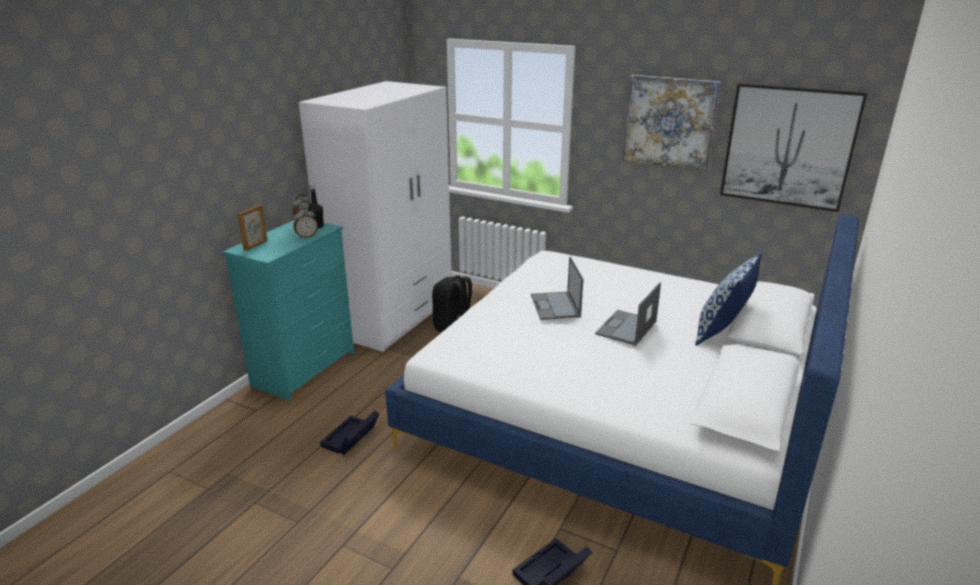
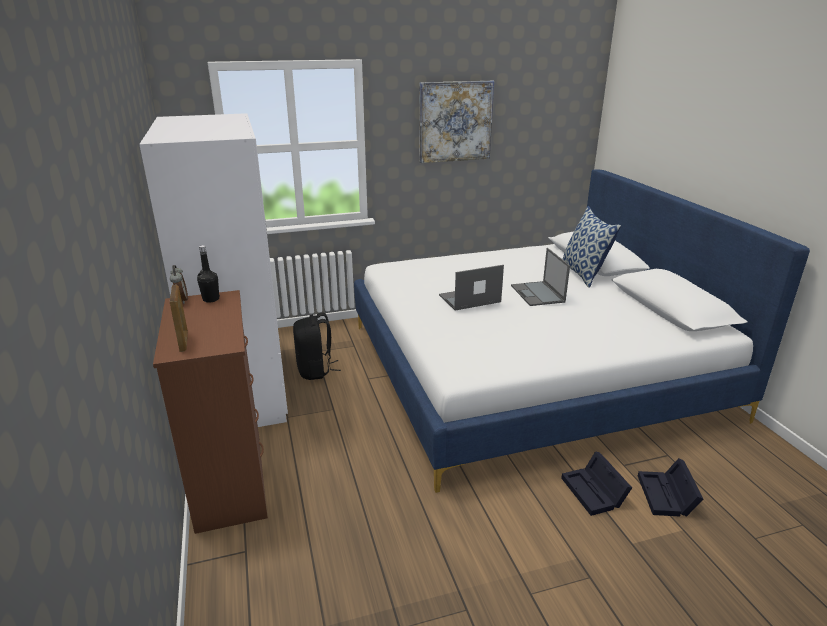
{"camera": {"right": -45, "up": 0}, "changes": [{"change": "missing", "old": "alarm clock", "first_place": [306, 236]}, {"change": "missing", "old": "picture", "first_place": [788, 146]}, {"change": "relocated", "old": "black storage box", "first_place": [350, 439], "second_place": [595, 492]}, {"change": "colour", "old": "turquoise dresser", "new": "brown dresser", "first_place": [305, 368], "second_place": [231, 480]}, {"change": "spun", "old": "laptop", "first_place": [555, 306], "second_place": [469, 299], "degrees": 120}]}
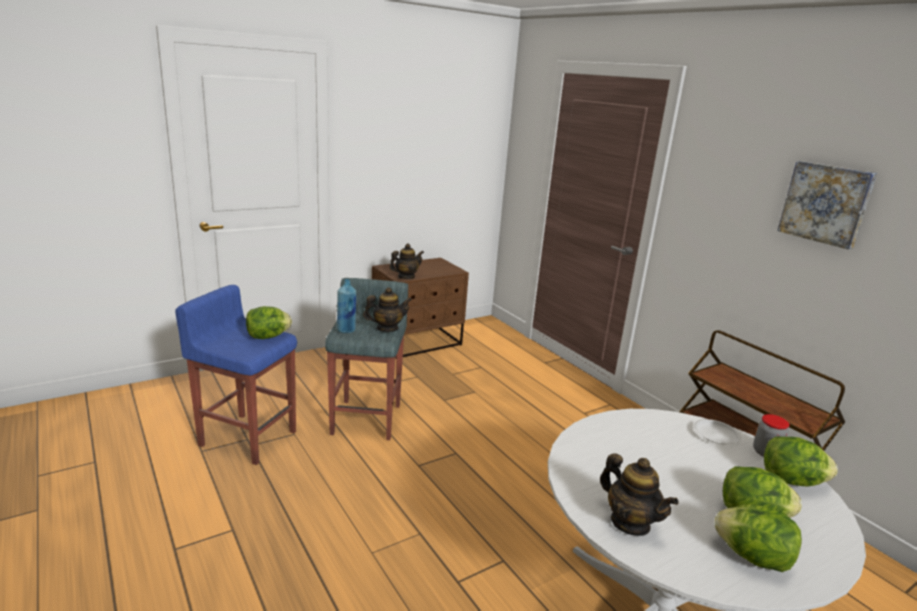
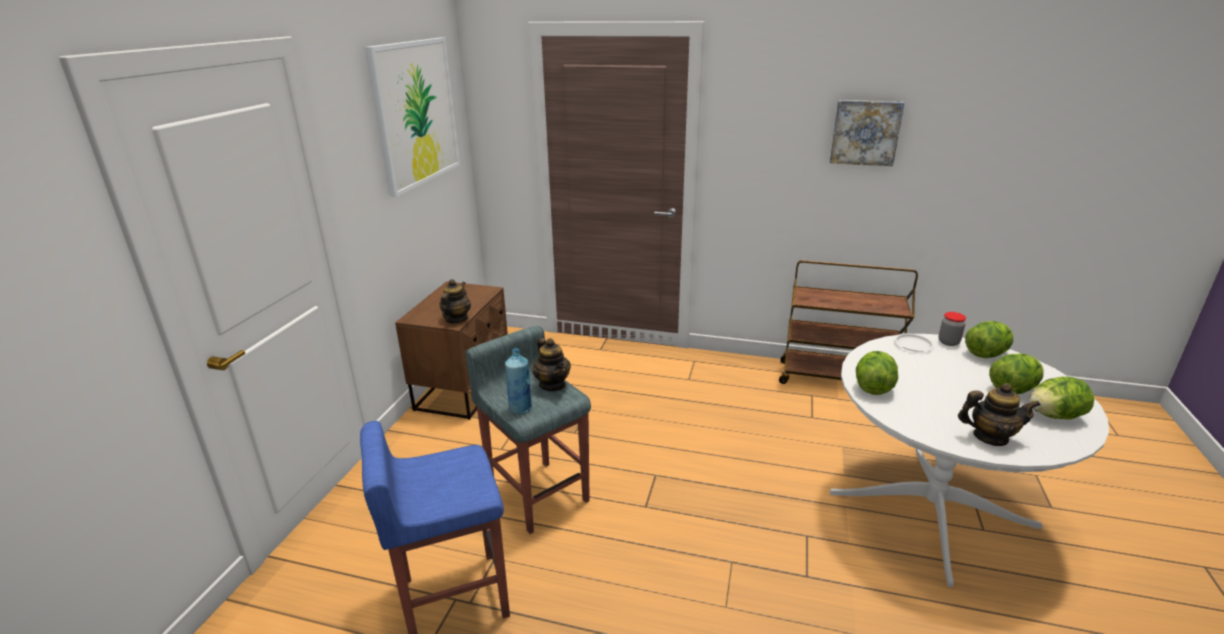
{"camera": {"right": -40, "up": 5}, "changes": [{"change": "appeared", "new": "picture", "second_place": [415, 113]}, {"change": "relocated", "old": "lettuce", "first_place": [268, 337], "second_place": [873, 387]}, {"change": "spun", "old": "teapot", "first_place": [387, 328], "second_place": [552, 385], "degrees": 120}]}
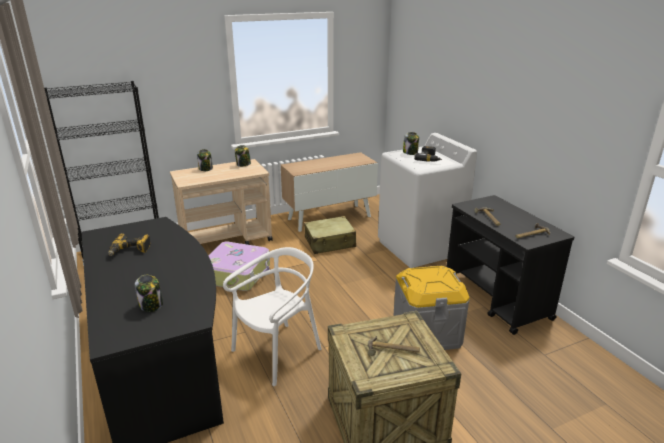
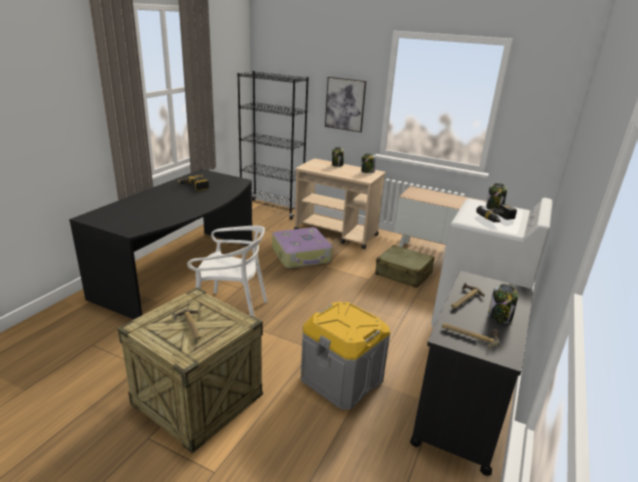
{"camera": {"right": 50, "up": 0}, "changes": [{"change": "appeared", "new": "picture", "second_place": [345, 104]}, {"change": "relocated", "old": "jar", "first_place": [151, 305], "second_place": [500, 316]}]}
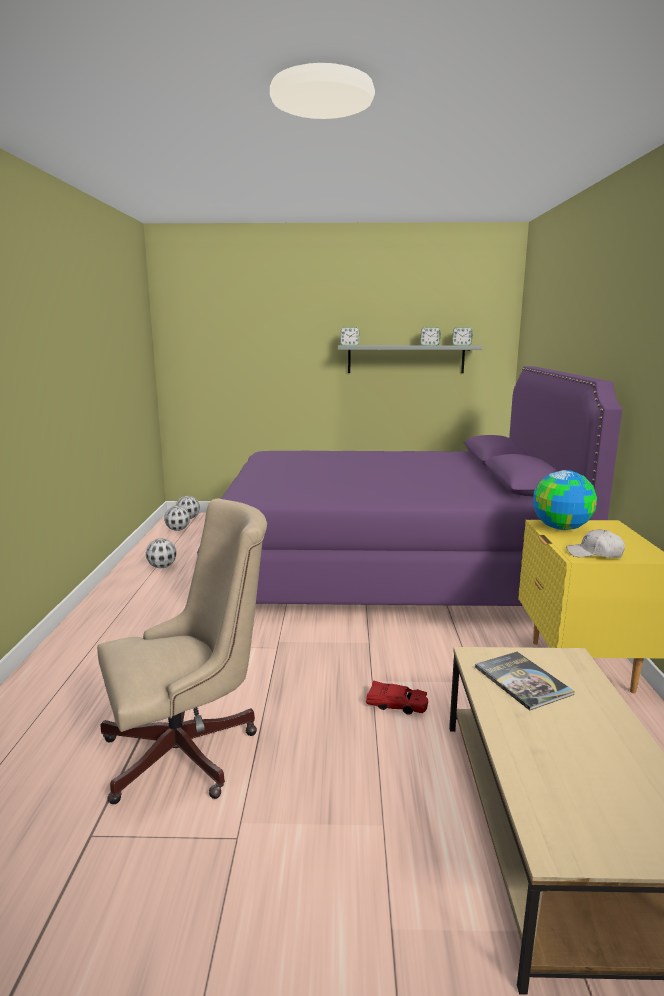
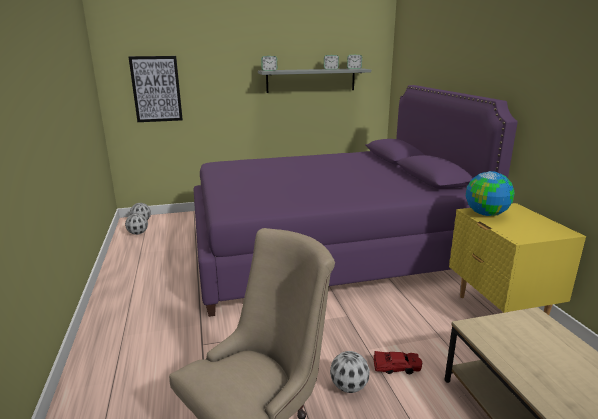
{"camera": {"right": -15, "up": 5}, "changes": [{"change": "missing", "old": "book", "first_place": [522, 681]}, {"change": "missing", "old": "white cap", "first_place": [594, 554]}, {"change": "appeared", "new": "picture", "second_place": [156, 89]}, {"change": "relocated", "old": "football", "first_place": [162, 567], "second_place": [349, 387]}]}
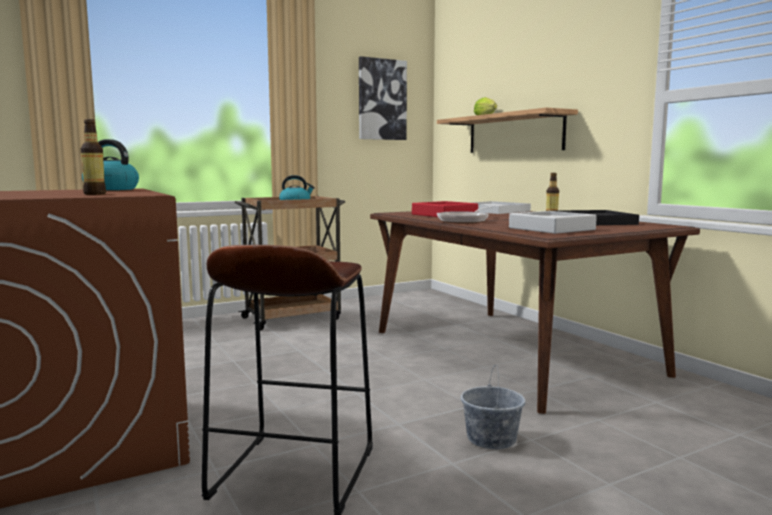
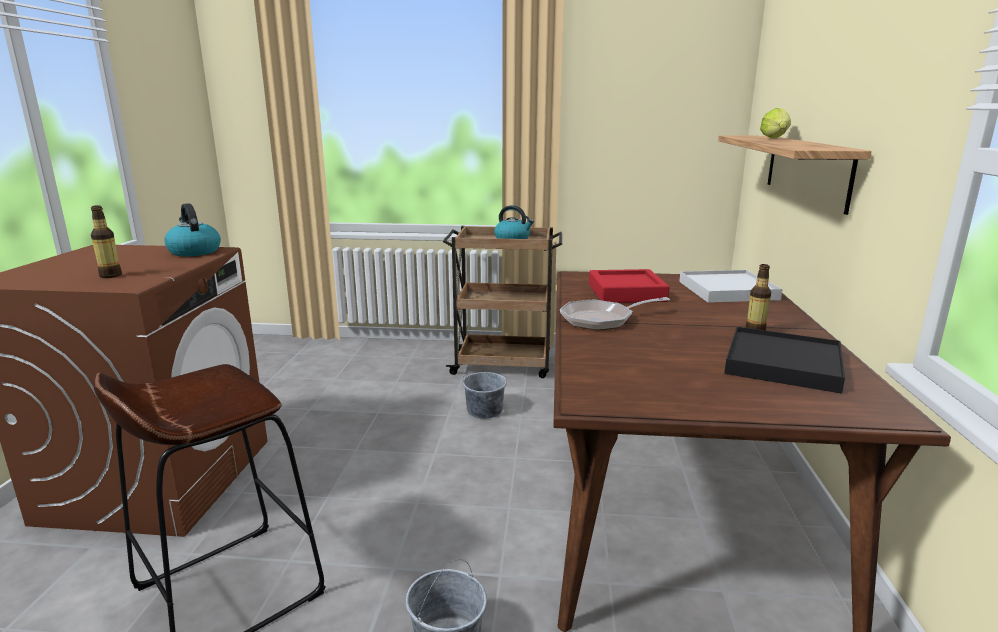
{"camera": {"right": 35, "up": 10}, "changes": [{"change": "missing", "old": "picture", "first_place": [381, 99]}, {"change": "missing", "old": "grey tray", "first_place": [551, 229]}, {"change": "appeared", "new": "grey bucket", "second_place": [484, 410]}]}
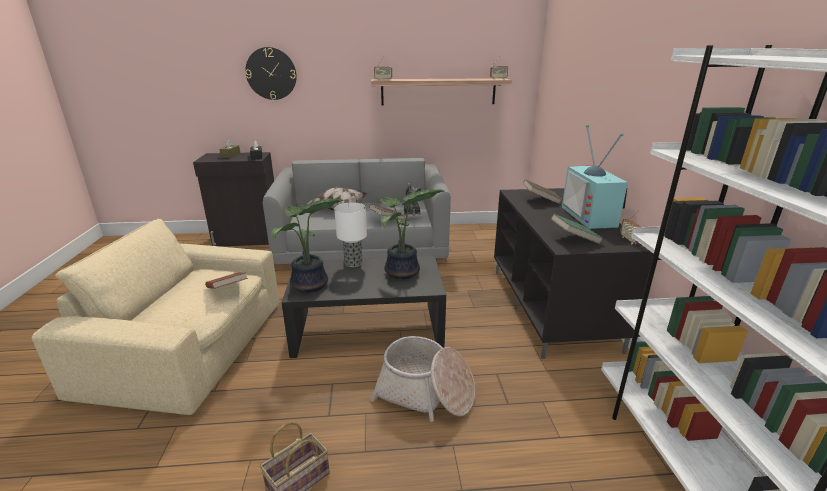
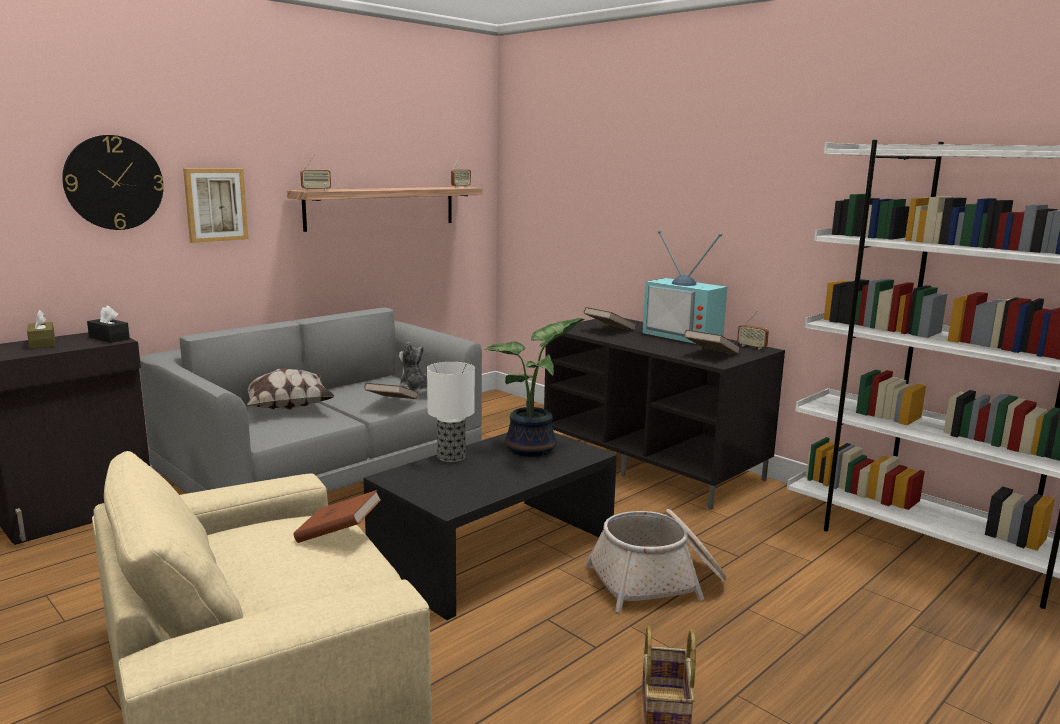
{"camera": {"right": -40, "up": -10}, "changes": [{"change": "missing", "old": "potted plant", "first_place": [310, 286]}, {"change": "appeared", "new": "picture", "second_place": [215, 205]}, {"change": "colour", "old": "green book", "new": "brown book", "first_place": [574, 239], "second_place": [711, 355]}]}
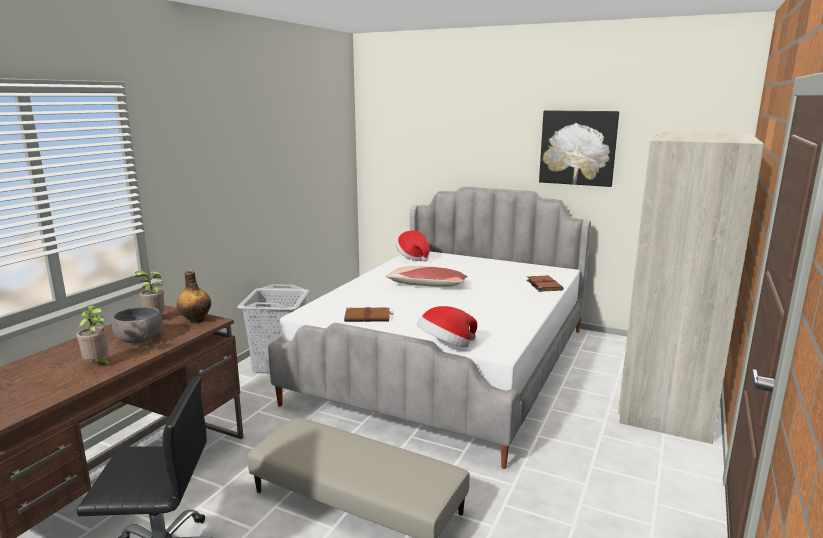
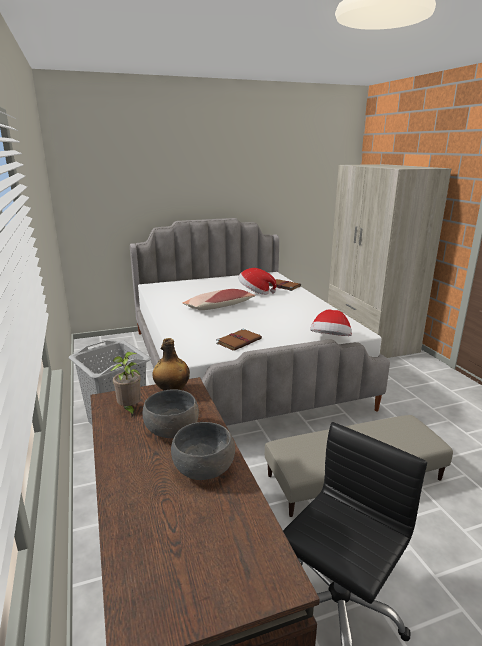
{"camera": {"right": -45, "up": 5}, "changes": [{"change": "missing", "old": "picture", "first_place": [578, 148]}, {"change": "relocated", "old": "hat", "first_place": [413, 257], "second_place": [255, 292]}, {"change": "exchanged", "old": "potted plant", "new": "grey bowl", "first_place": [98, 364], "second_place": [204, 469]}]}
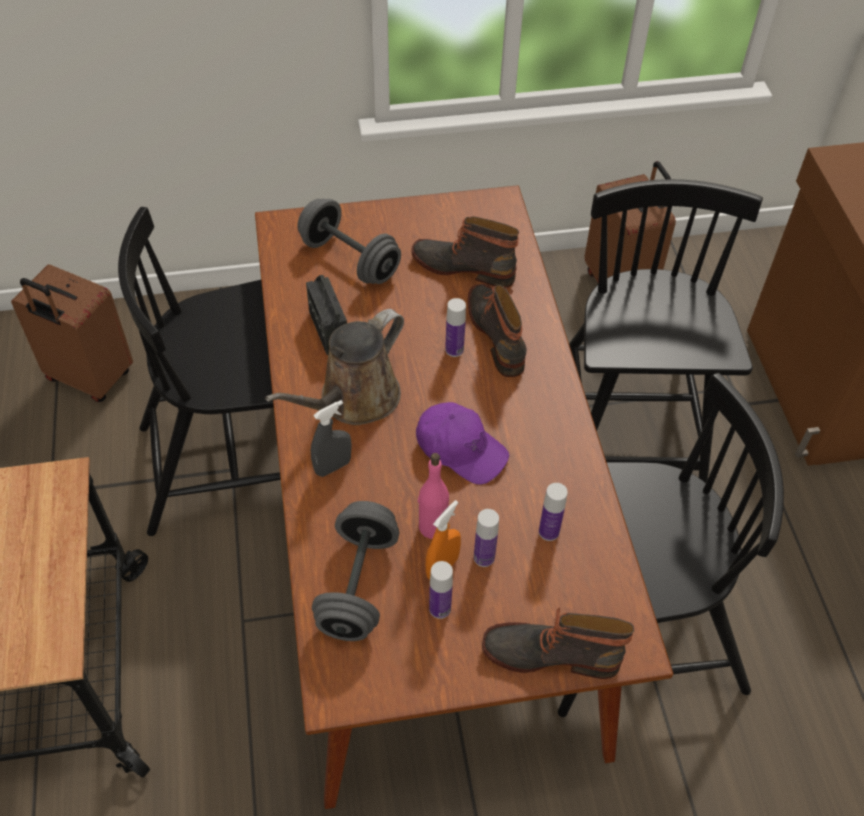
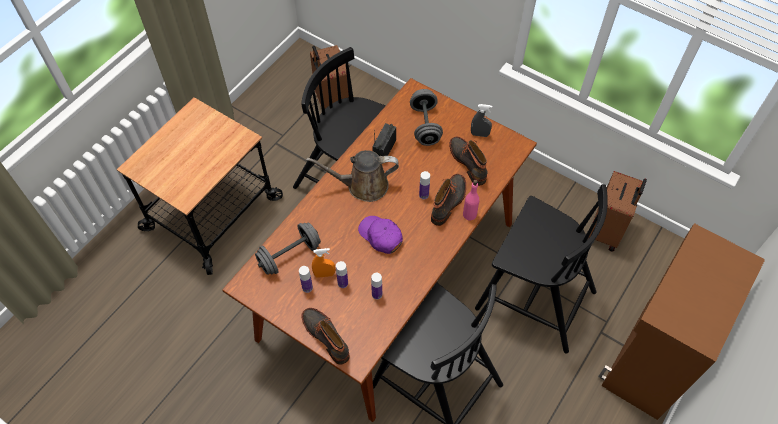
{"camera": {"right": 45, "up": 5}, "changes": [{"change": "relocated", "old": "grey spray bottle", "first_place": [333, 467], "second_place": [479, 134]}, {"change": "relocated", "old": "pink bottle", "first_place": [432, 526], "second_place": [469, 214]}, {"change": "spun", "old": "purple cap", "first_place": [460, 449], "second_place": [381, 236], "degrees": 150}, {"change": "spun", "old": "black chair", "first_place": [628, 426], "second_place": [533, 298], "degrees": 75}]}
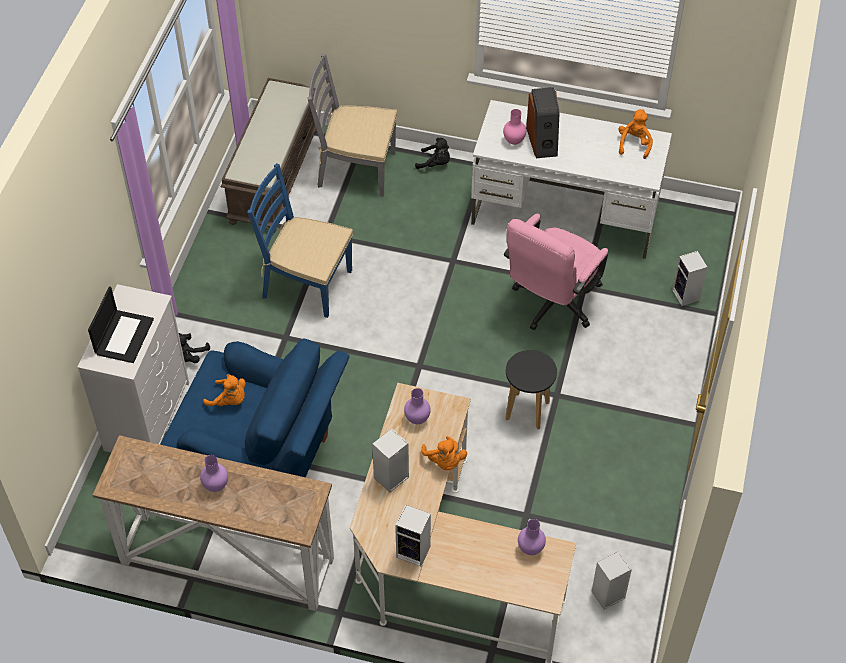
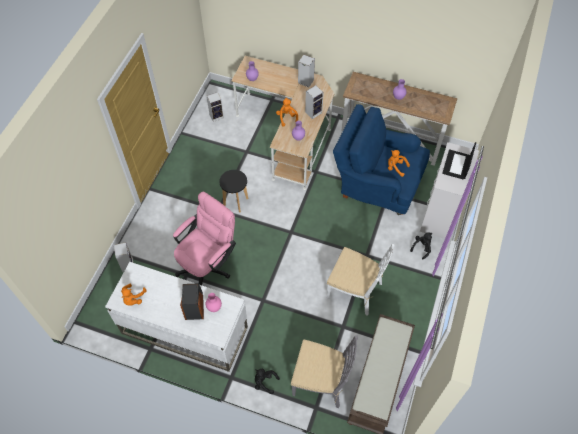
{"camera": {"right": -175, "up": 5}, "changes": [{"change": "colour", "old": "blue chair", "new": "white chair", "first_place": [306, 284], "second_place": [355, 290]}]}
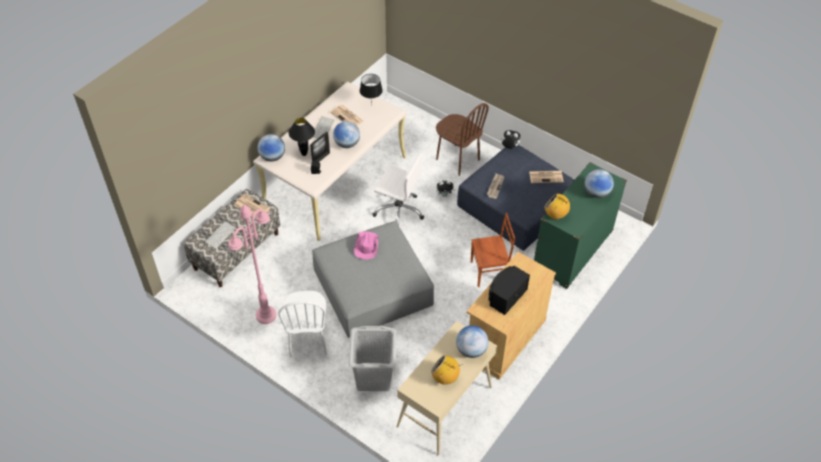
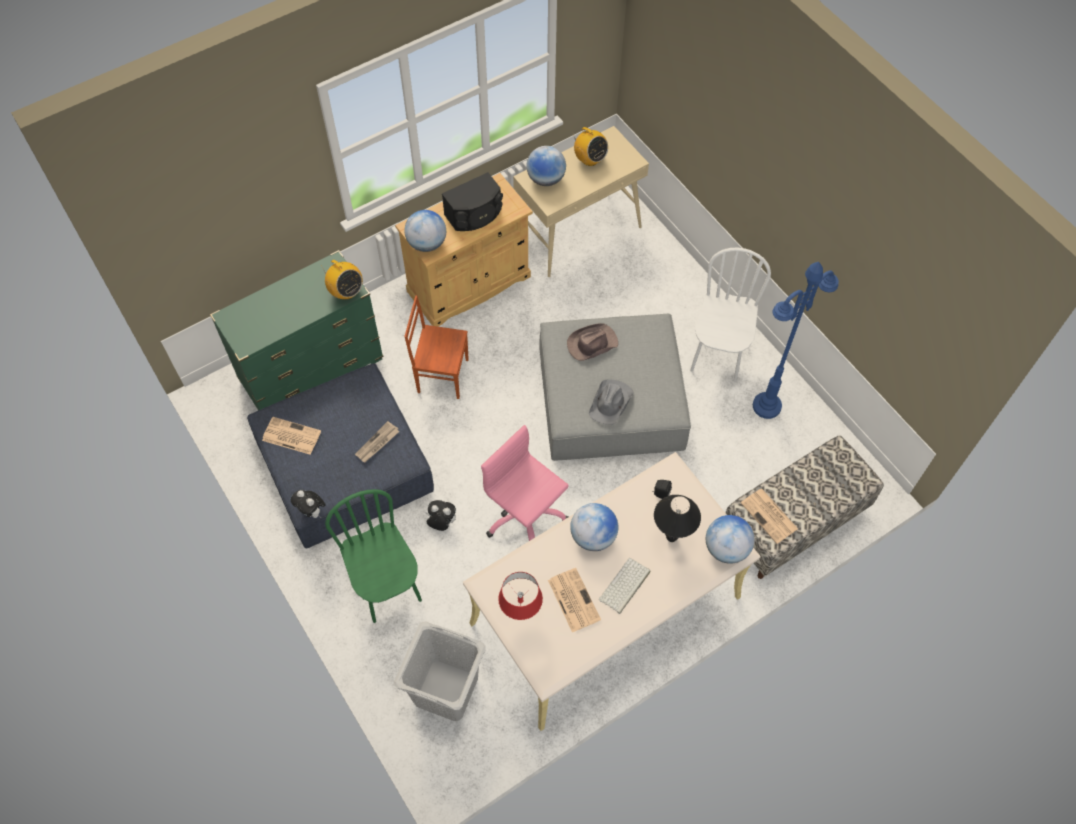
{"camera": {"right": -160, "up": 10}, "changes": [{"change": "missing", "old": "keyboard", "first_place": [220, 234]}, {"change": "missing", "old": "picture frame", "first_place": [321, 158]}, {"change": "appeared", "new": "brown hat", "second_place": [591, 344]}, {"change": "relocated", "old": "grey laundry basket", "first_place": [374, 376], "second_place": [445, 690]}, {"change": "relocated", "old": "globe", "first_place": [596, 193], "second_place": [427, 244]}, {"change": "colour", "old": "pink floor lamp", "new": "blue floor lamp", "first_place": [266, 316], "second_place": [767, 406]}, {"change": "colour", "old": "pink hat", "new": "grey hat", "first_place": [366, 246], "second_place": [611, 402]}, {"change": "colour", "old": "black table lamp", "new": "red table lamp", "first_place": [371, 106], "second_place": [521, 611]}, {"change": "colour", "old": "white office chair", "new": "pink office chair", "first_place": [399, 211], "second_place": [524, 516]}, {"change": "colour", "old": "brown chair", "new": "green chair", "first_place": [457, 159], "second_place": [386, 587]}]}
